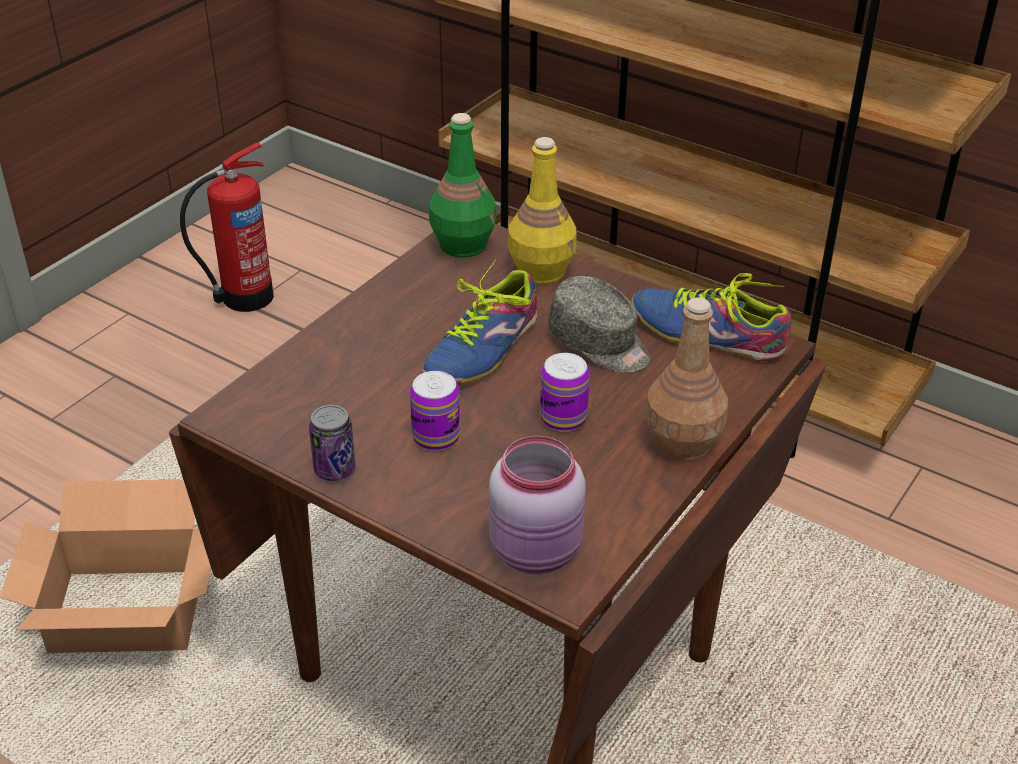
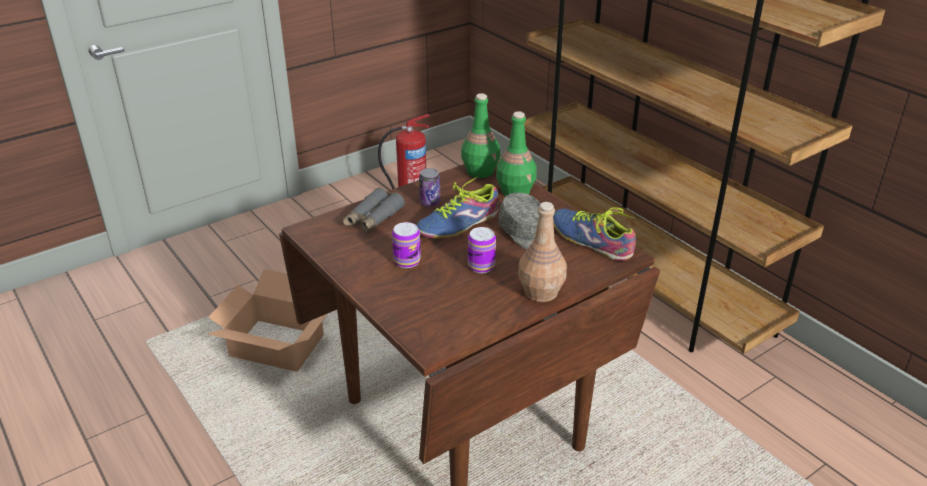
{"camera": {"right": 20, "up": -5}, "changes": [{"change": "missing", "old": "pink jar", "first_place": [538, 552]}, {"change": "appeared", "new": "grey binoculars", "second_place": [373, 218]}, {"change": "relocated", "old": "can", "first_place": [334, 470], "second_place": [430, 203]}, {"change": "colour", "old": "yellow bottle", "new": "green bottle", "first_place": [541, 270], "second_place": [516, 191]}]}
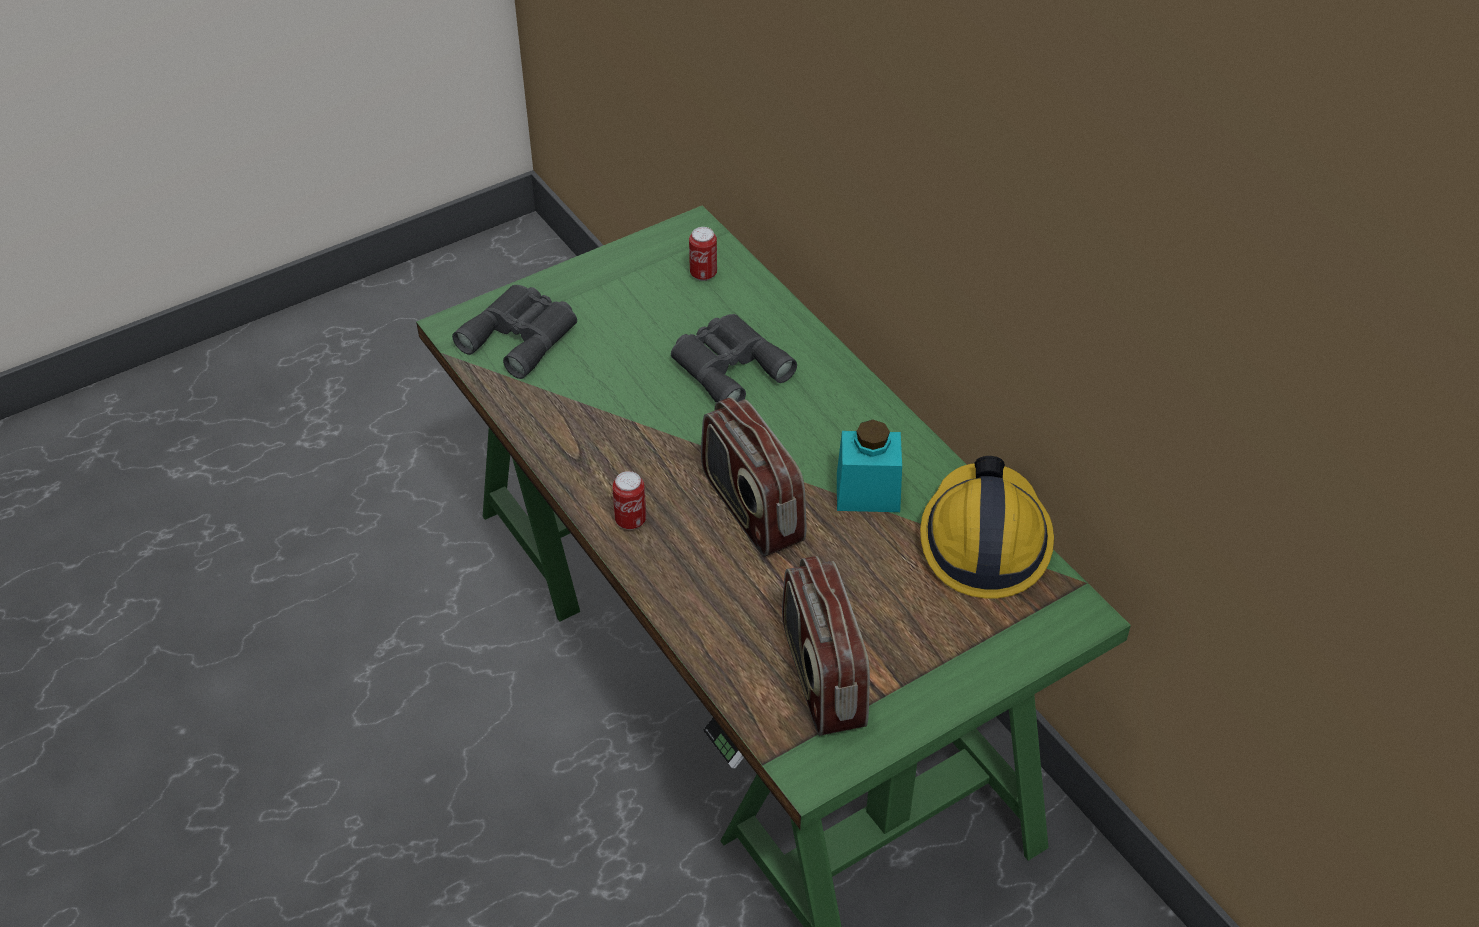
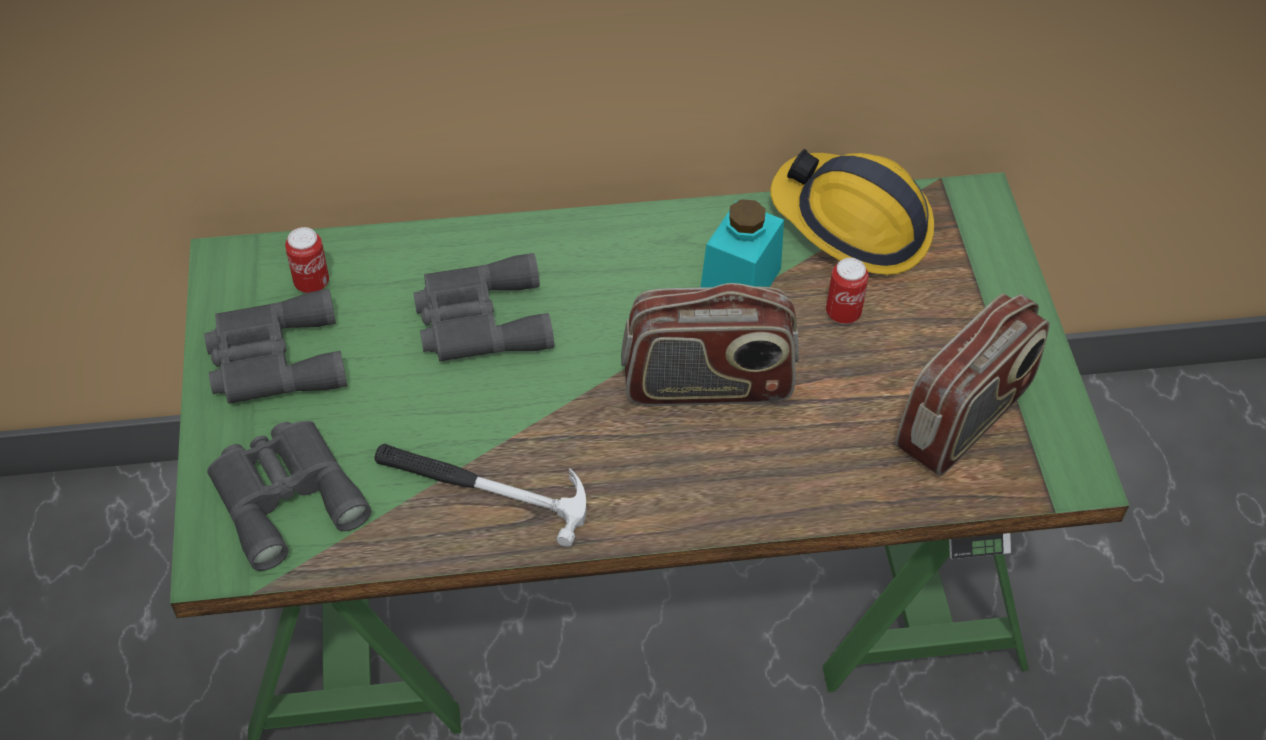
{"camera": {"right": -65, "up": 5}, "changes": [{"change": "appeared", "new": "grey binoculars", "second_place": [273, 359]}, {"change": "appeared", "new": "hammer", "second_place": [481, 487]}, {"change": "relocated", "old": "can", "first_place": [630, 520], "second_place": [843, 313]}, {"change": "spun", "old": "radio", "first_place": [821, 677], "second_place": [965, 419], "degrees": -60}]}
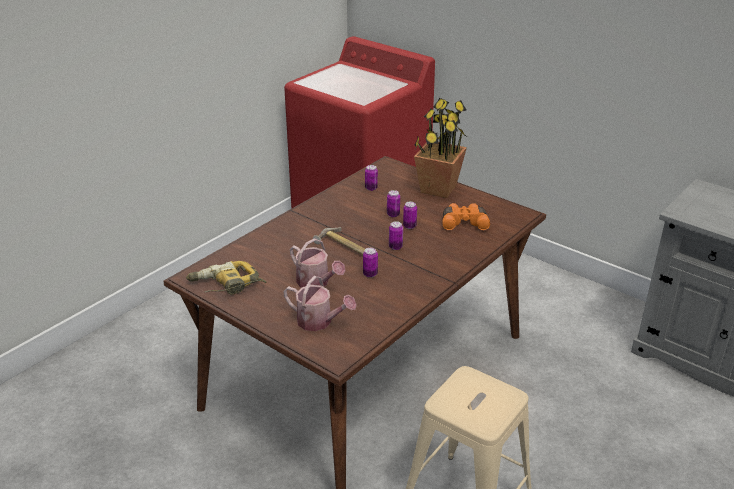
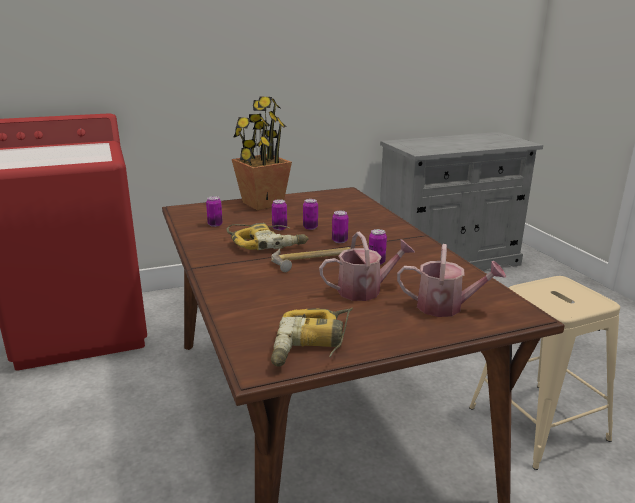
{"camera": {"right": -60, "up": -10}, "changes": [{"change": "missing", "old": "orange binoculars", "first_place": [464, 222]}, {"change": "appeared", "new": "power drill", "second_place": [267, 243]}, {"change": "spun", "old": "watering can", "first_place": [319, 322], "second_place": [446, 307], "degrees": 45}]}
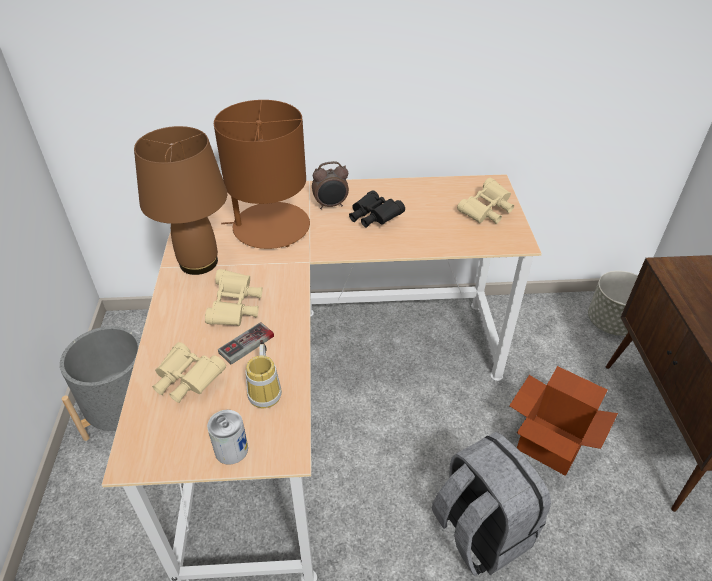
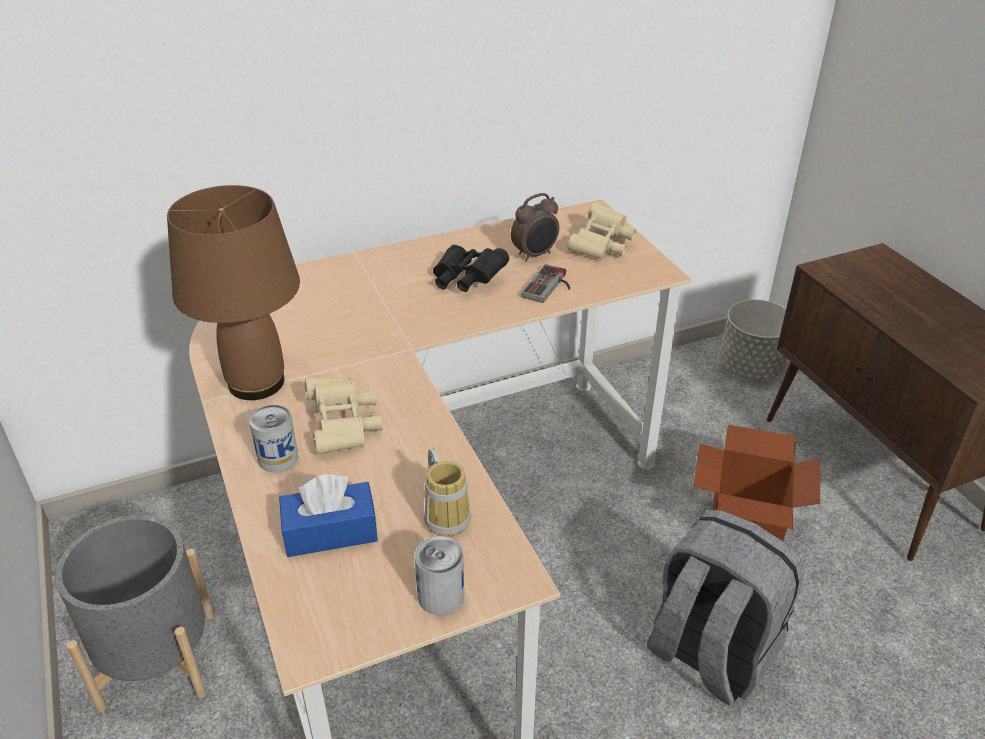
{"camera": {"right": -20, "up": -5}, "changes": [{"change": "missing", "old": "brown table lamp", "first_place": [270, 227]}, {"change": "appeared", "new": "can", "second_place": [278, 458]}, {"change": "relocated", "old": "game controller", "first_place": [250, 348], "second_place": [550, 287]}, {"change": "relocated", "old": "alarm clock", "first_place": [331, 205], "second_place": [535, 255]}, {"change": "exchanged", "old": "beige binoculars", "new": "blue tissue box", "first_place": [187, 381], "second_place": [330, 532]}]}
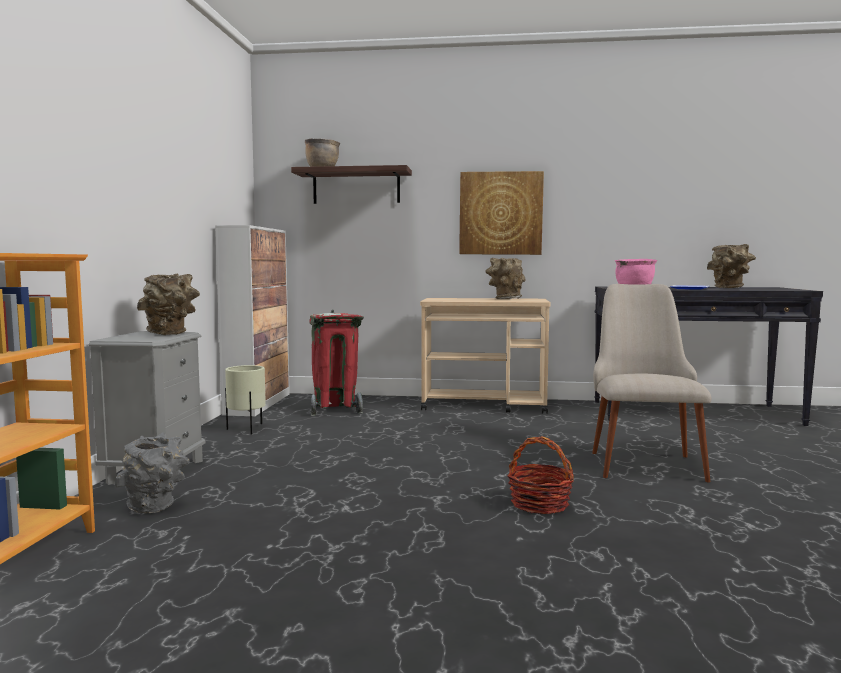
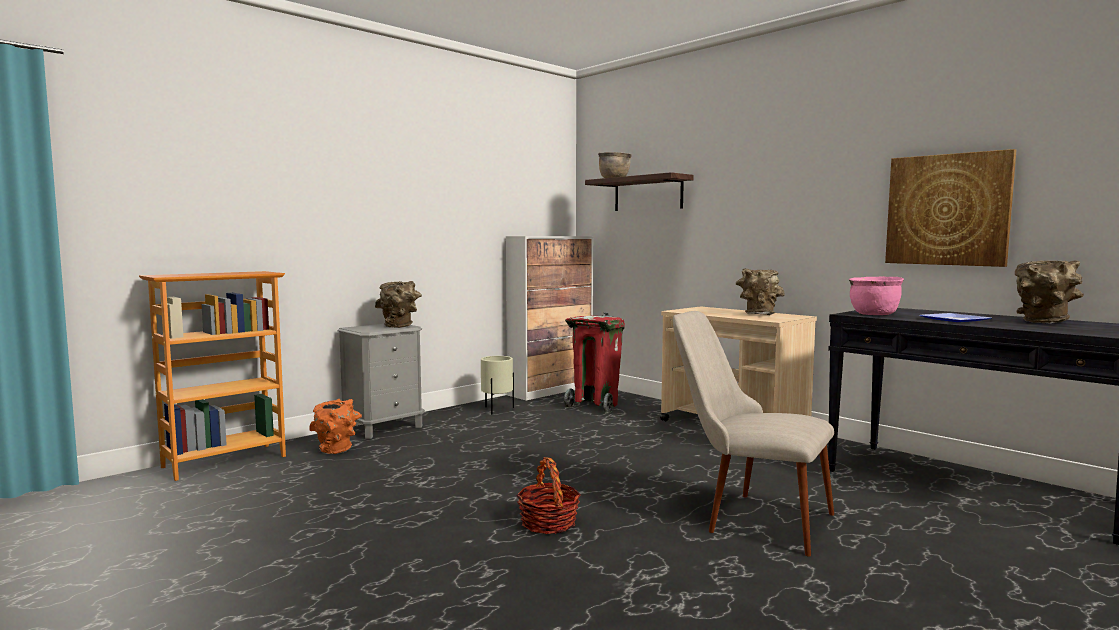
{"camera": {"right": 40, "up": 0}, "changes": [{"change": "relocated", "old": "picture", "first_place": [500, 213], "second_place": [947, 210]}, {"change": "colour", "old": "grey vase", "new": "orange vase", "first_place": [156, 507], "second_place": [337, 450]}, {"change": "spun", "old": "beige chair", "first_place": [642, 460], "second_place": [748, 517], "degrees": -105}]}
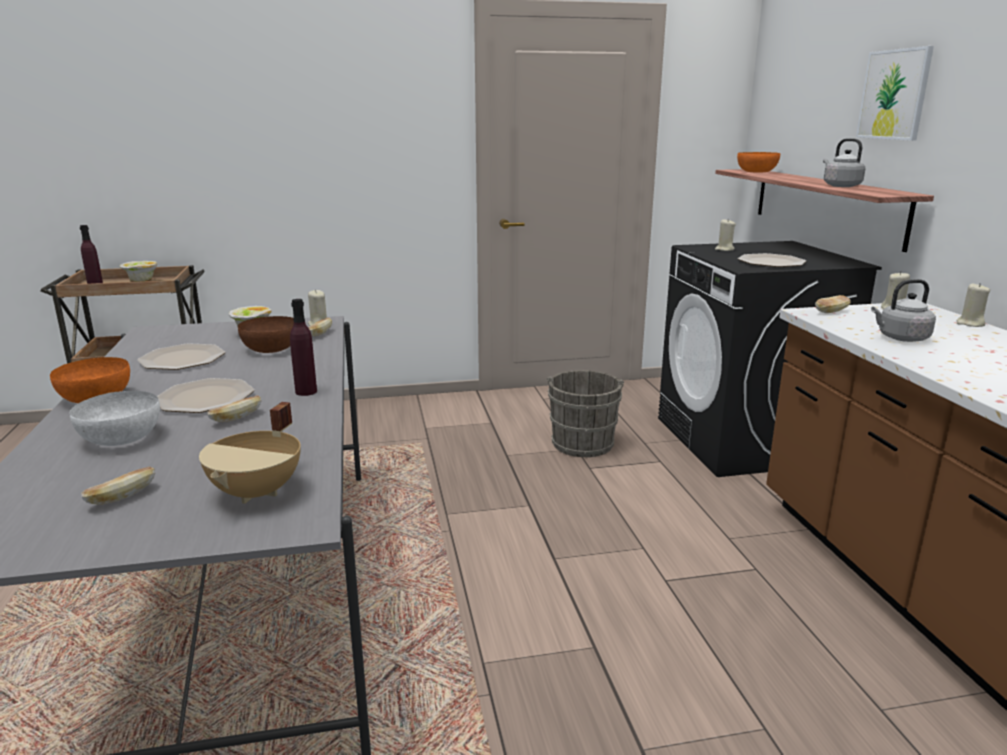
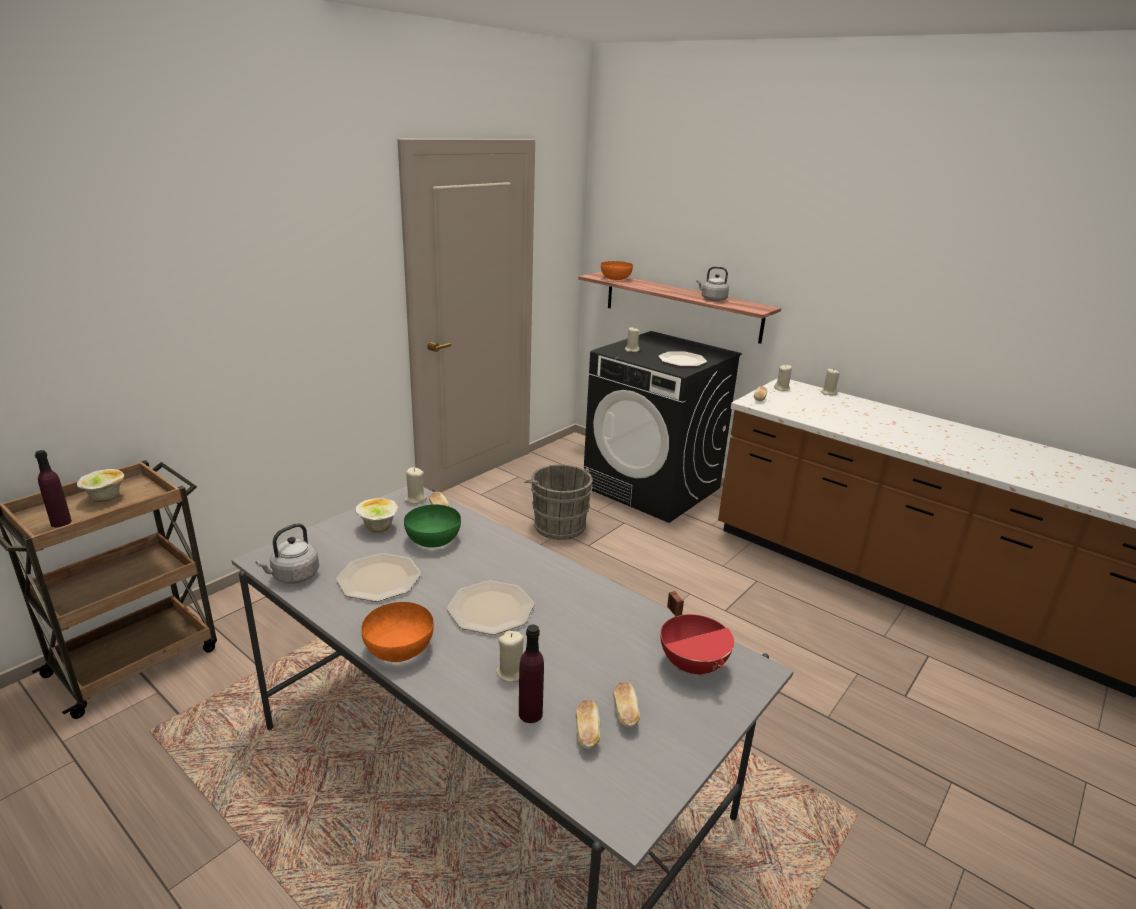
{"camera": {"right": -40, "up": 5}, "changes": [{"change": "missing", "old": "picture", "first_place": [894, 94]}, {"change": "relocated", "old": "bread", "first_place": [236, 418], "second_place": [587, 733]}, {"change": "relocated", "old": "purple bottle", "first_place": [306, 391], "second_place": [530, 714]}, {"change": "relocated", "old": "grey kettle", "first_place": [900, 338], "second_place": [293, 576]}, {"change": "exchanged", "old": "white bowl", "new": "beige candle", "first_place": [120, 438], "second_place": [511, 673]}, {"change": "colour", "old": "beige cooking pot", "new": "red cooking pot", "first_place": [258, 492], "second_place": [693, 664]}, {"change": "colour", "old": "brown bowl", "new": "green bowl", "first_place": [271, 348], "second_place": [432, 539]}]}
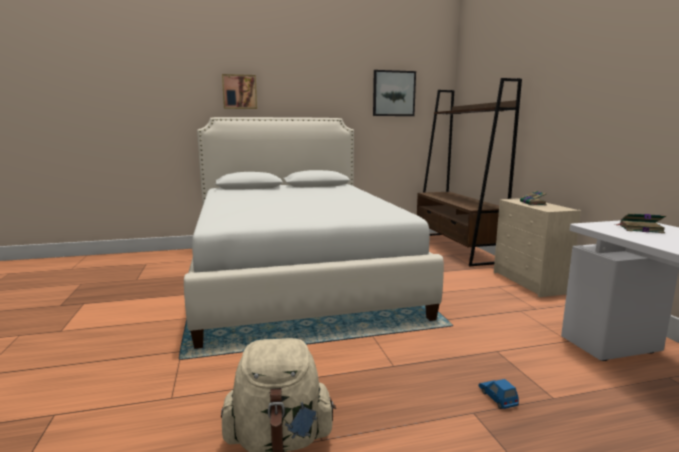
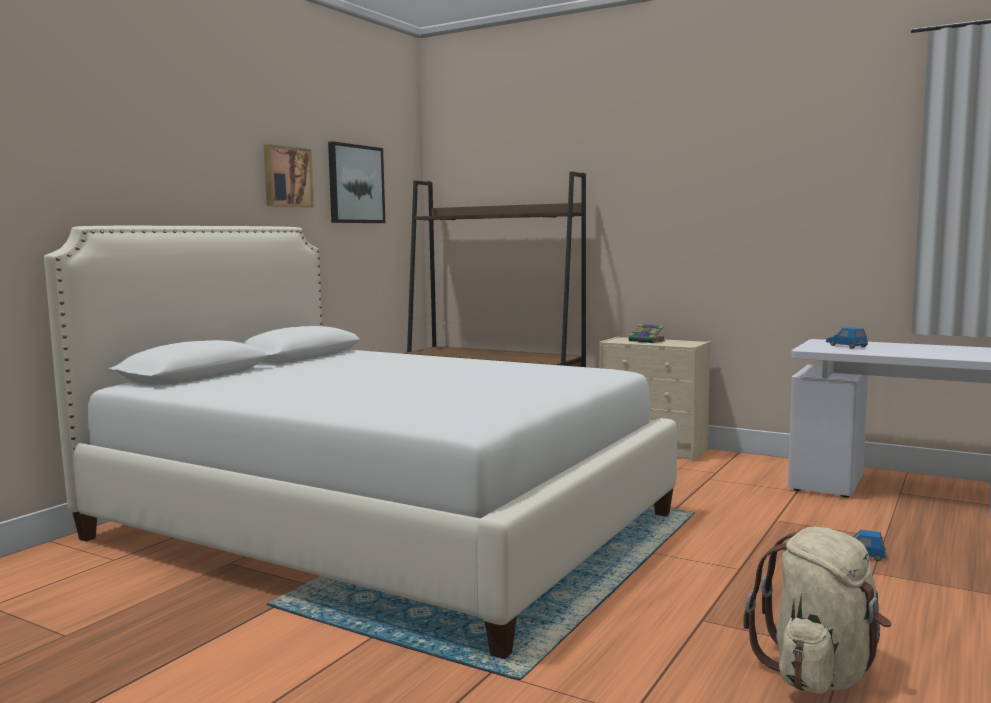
{"camera": {"right": -45, "up": -5}, "changes": [{"change": "relocated", "old": "picture", "first_place": [239, 92], "second_place": [286, 177]}, {"change": "exchanged", "old": "book", "new": "blue toy car", "first_place": [639, 229], "second_place": [846, 346]}]}
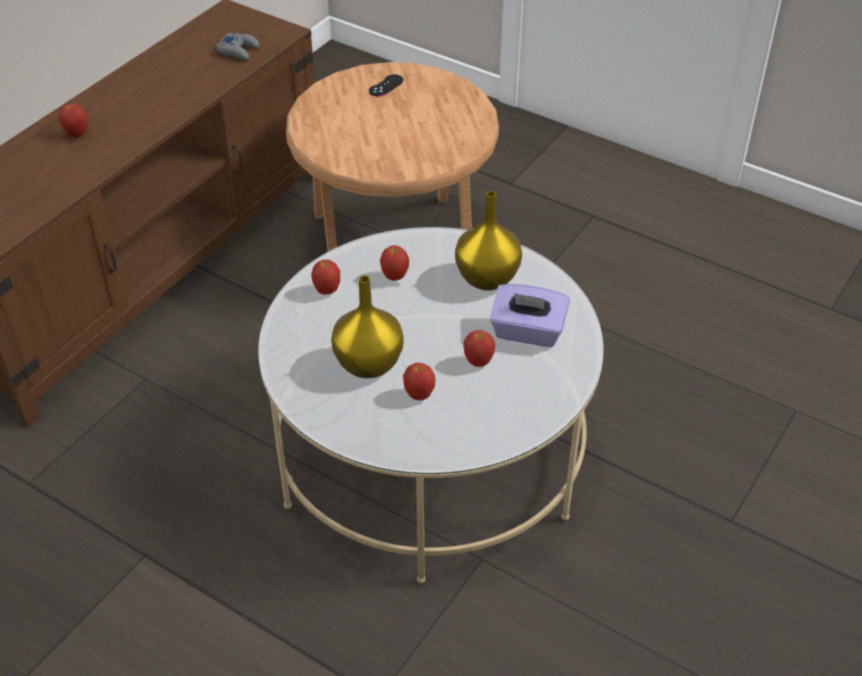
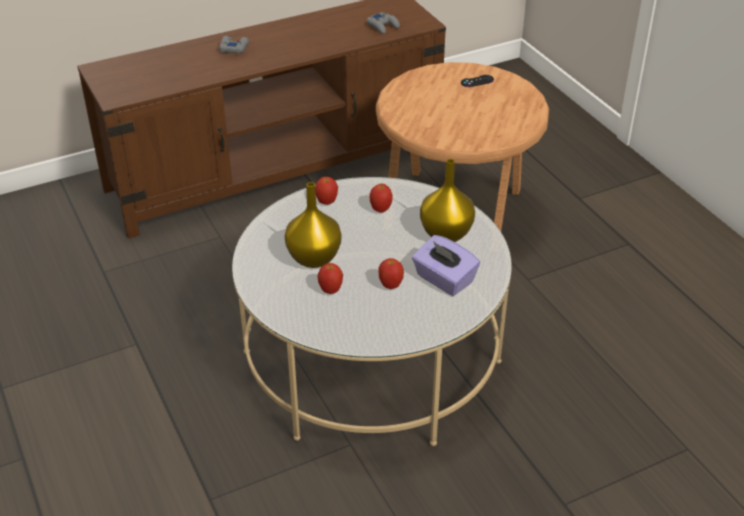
{"camera": {"right": 30, "up": -5}, "changes": [{"change": "exchanged", "old": "apple", "new": "grey game controller", "first_place": [77, 134], "second_place": [234, 48]}]}
